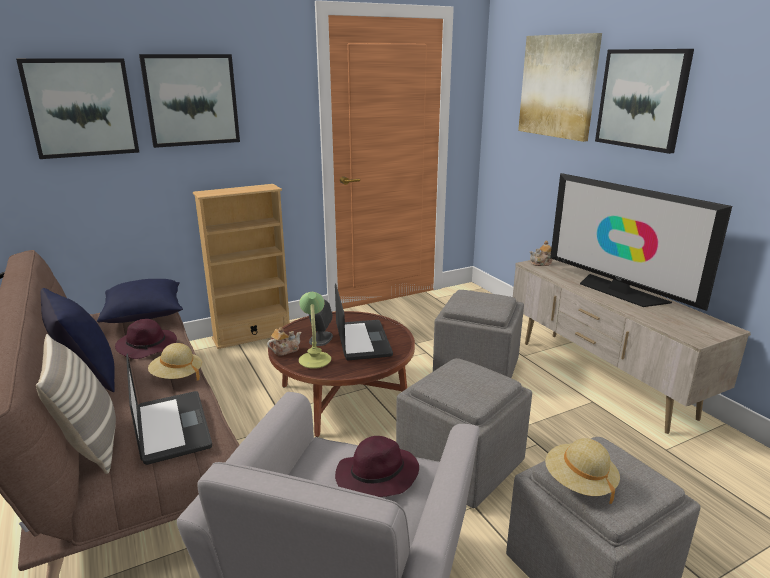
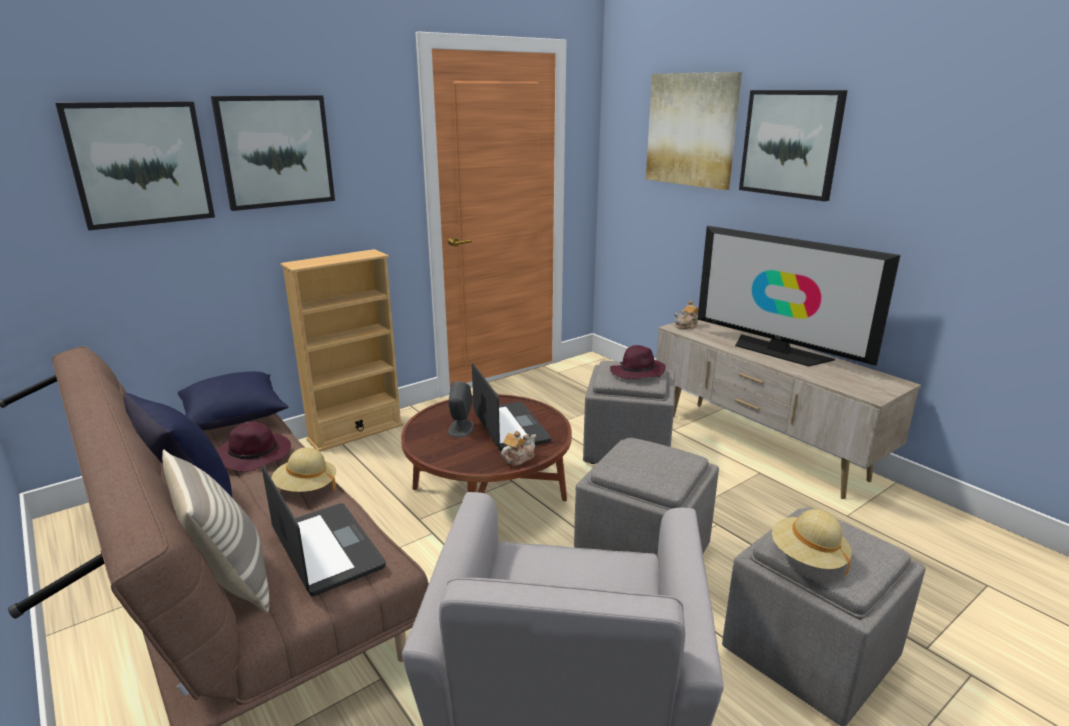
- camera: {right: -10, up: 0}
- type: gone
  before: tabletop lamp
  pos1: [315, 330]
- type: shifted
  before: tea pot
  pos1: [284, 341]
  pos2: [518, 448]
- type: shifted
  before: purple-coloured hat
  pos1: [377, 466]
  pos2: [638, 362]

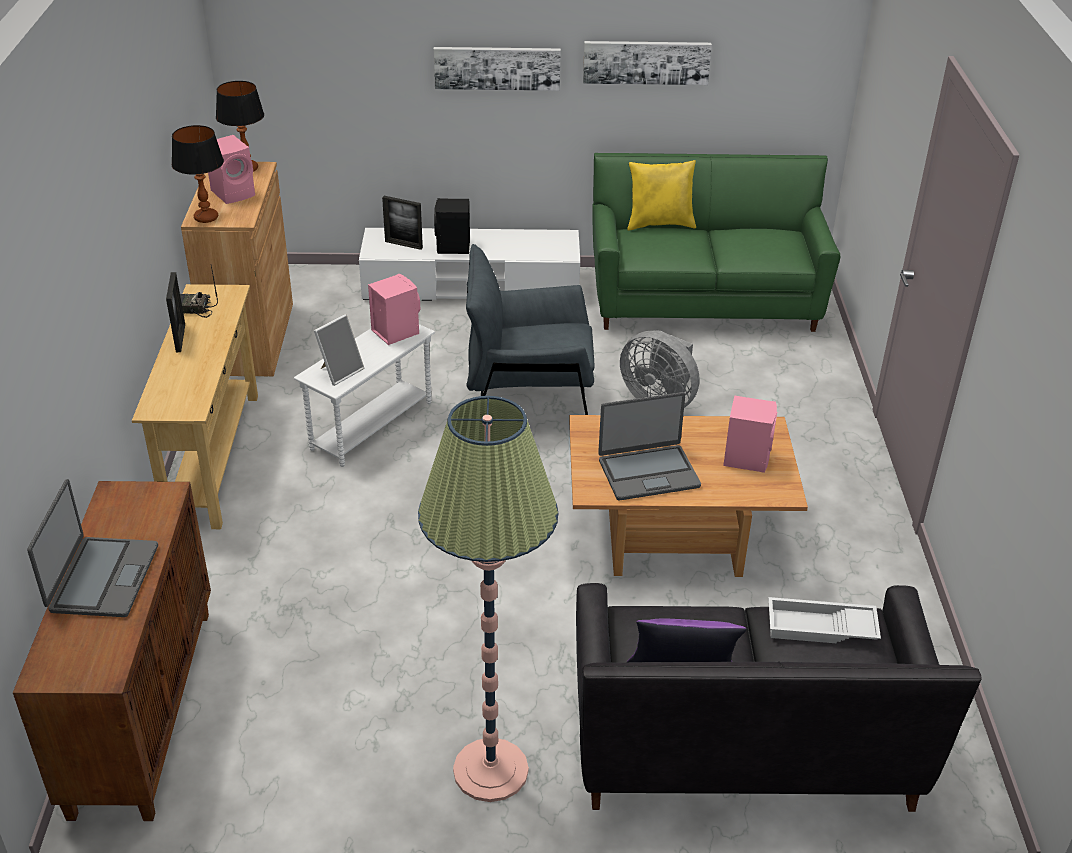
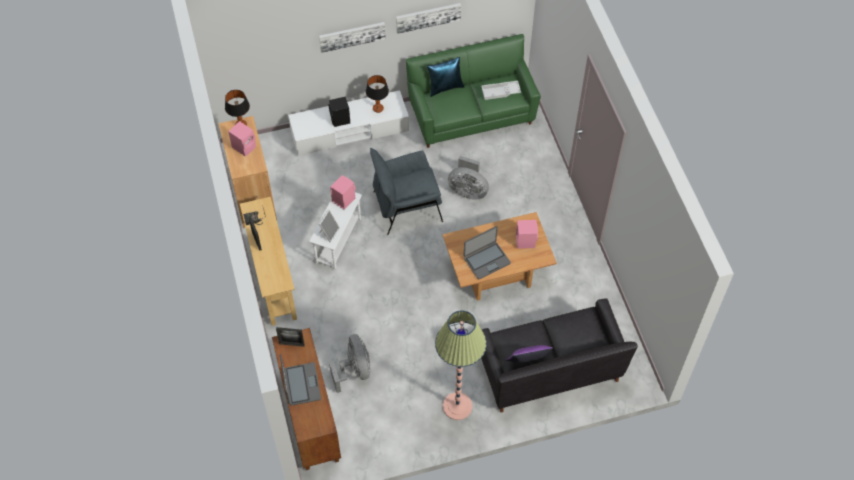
- camera: {right: -15, up: 20}
- type: new
  after: gray fan
  pos2: [349, 363]
- type: shifted
  before: tabletop lamp
  pos1: [198, 174]
  pos2: [377, 94]
- type: shifted
  before: photo frame
  pos1: [402, 223]
  pos2: [290, 337]
- type: shifted
  before: whitish carrying tray
  pos1: [824, 620]
  pos2: [501, 90]
- type: repainted
  before: yellowish throw pillow
  after: blue-coloured throw pillow
  pos1: [661, 195]
  pos2: [445, 77]

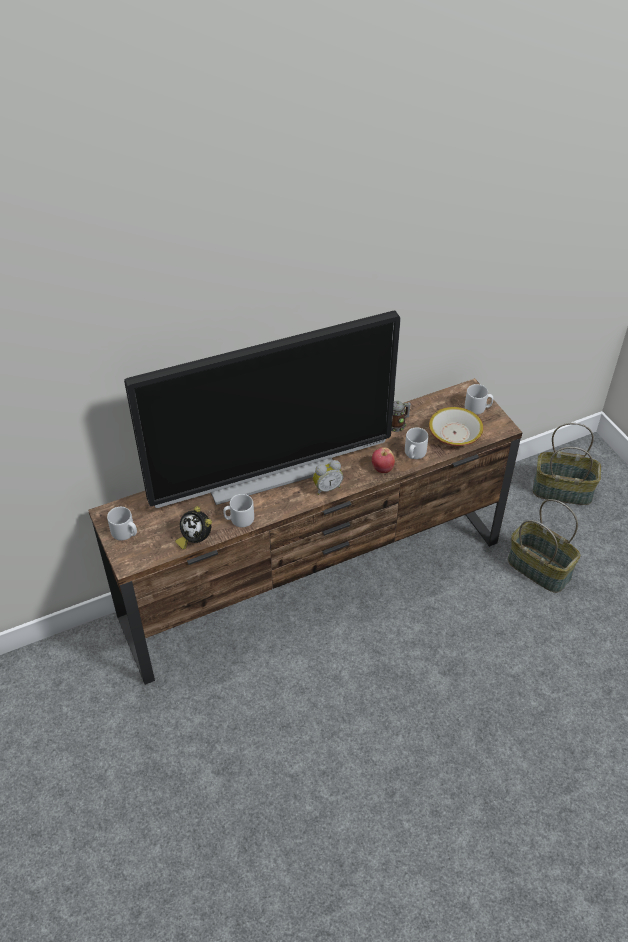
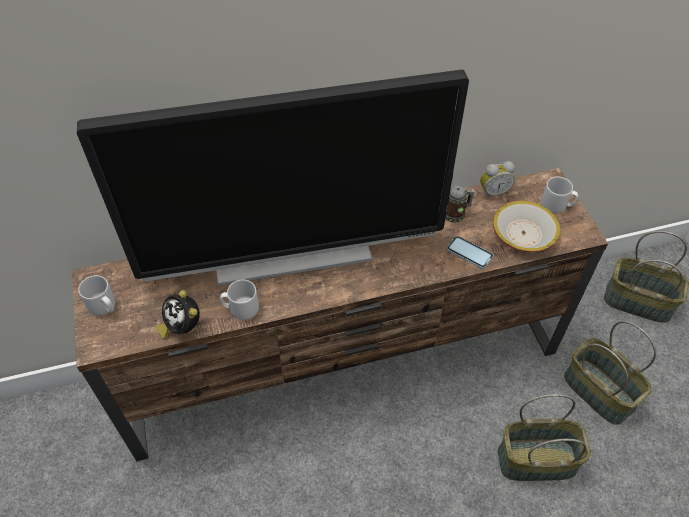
- camera: {right: 10, up: 5}
- type: gone
  before: apple fruit
  pos1: [383, 460]
- type: new
  after: storage basket
  pos2: [544, 437]
- type: shifted
  before: alarm clock
  pos1: [328, 477]
  pos2: [497, 179]
- type: swapped
  before: gray tea mug
  after: telephone
  pos1: [416, 443]
  pos2: [470, 252]

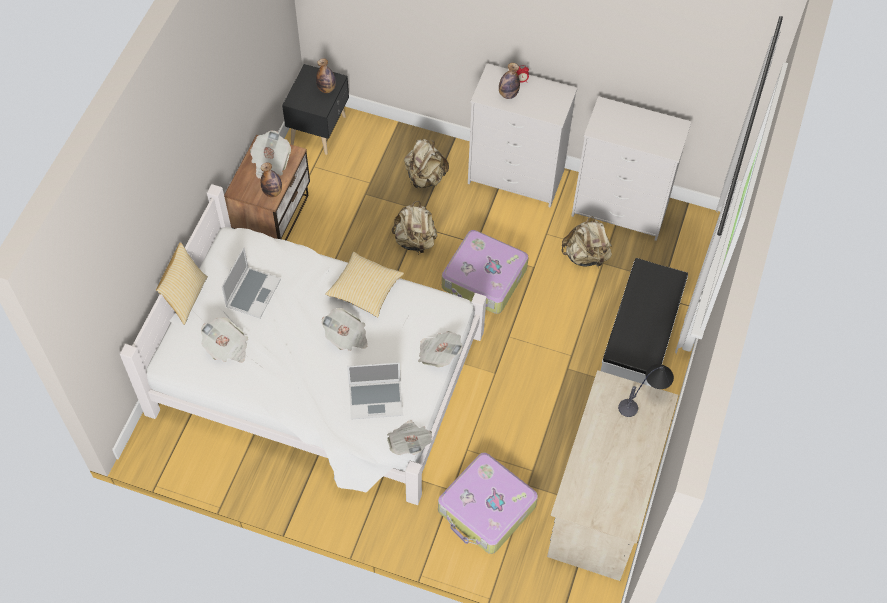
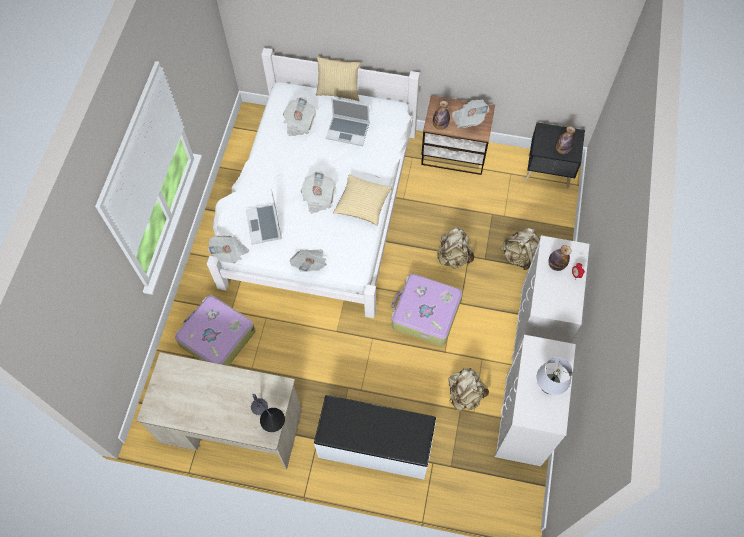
- camera: {right: 85, up: 5}
- type: new
  after: gray tabletop lamp
  pos2: [554, 376]

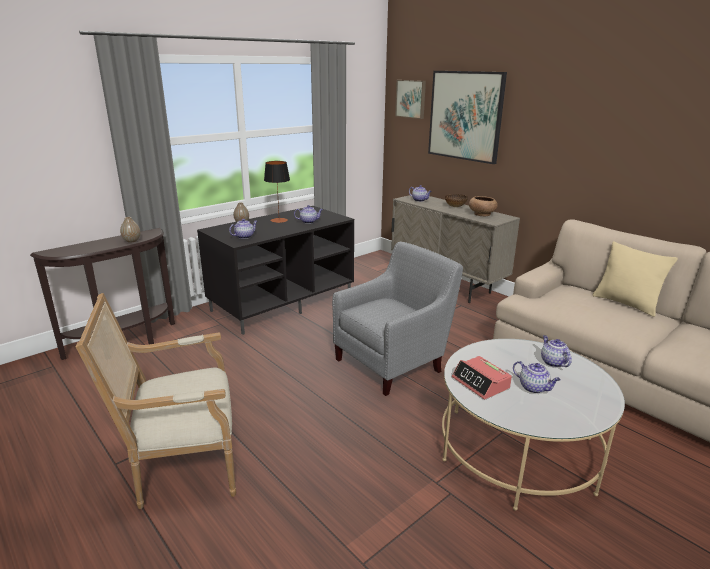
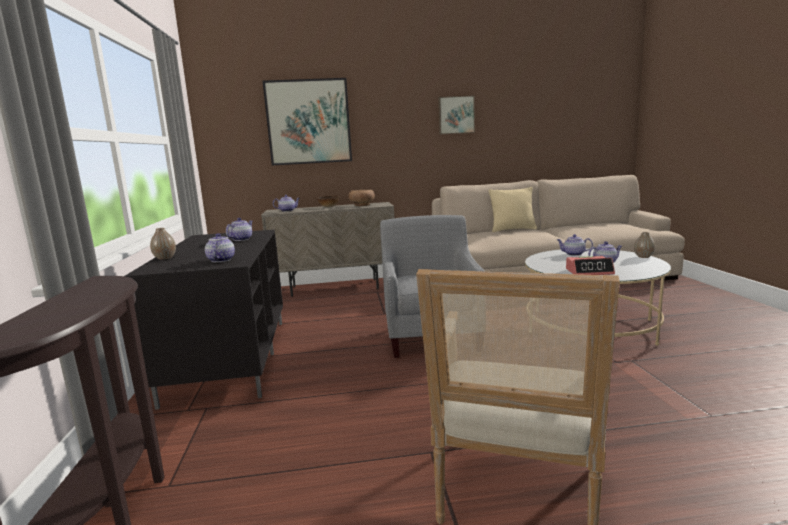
- camera: {right: -55, up: -10}
- type: gone
  before: tabletop lamp
  pos1: [277, 192]
- type: shifted
  before: decorative vase
  pos1: [130, 230]
  pos2: [644, 245]
- type: shifted
  before: wall art
  pos1: [410, 99]
  pos2: [456, 115]

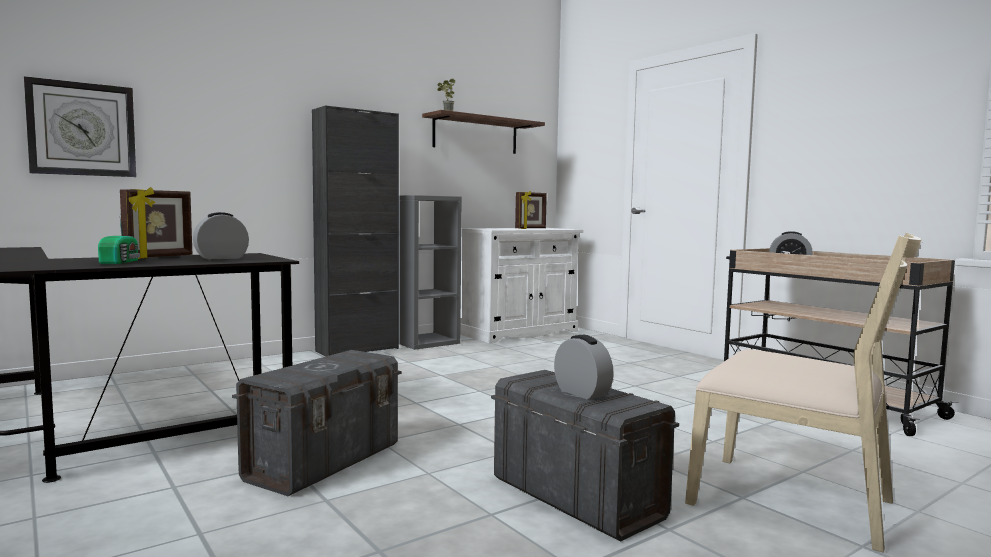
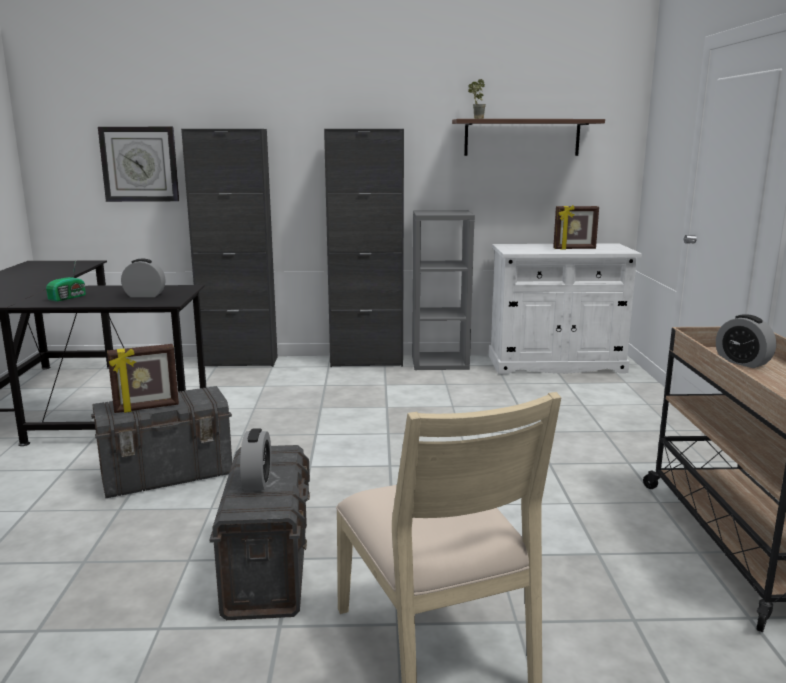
- camera: {right: 35, up: 10}
- type: new
  after: black cabinet
  pos2: [229, 248]
- type: shifted
  before: photo frame
  pos1: [156, 223]
  pos2: [143, 378]

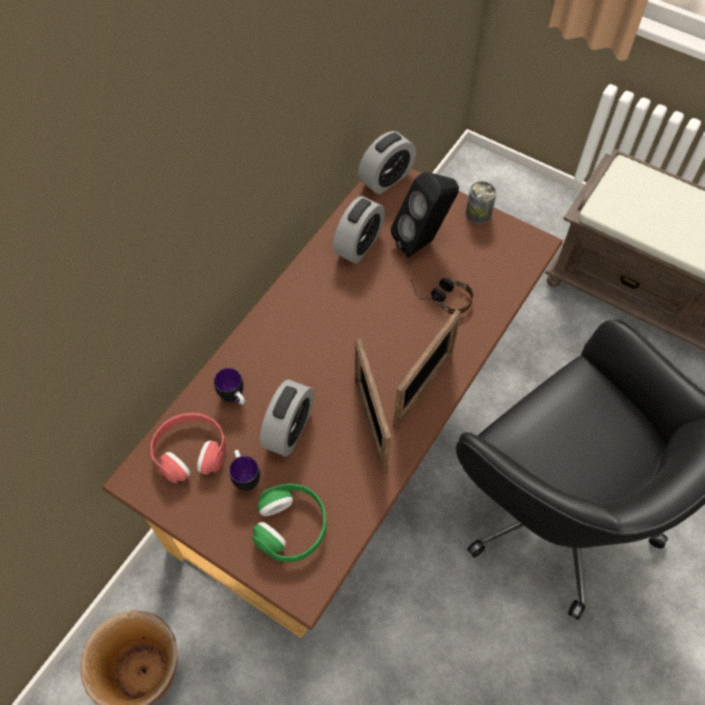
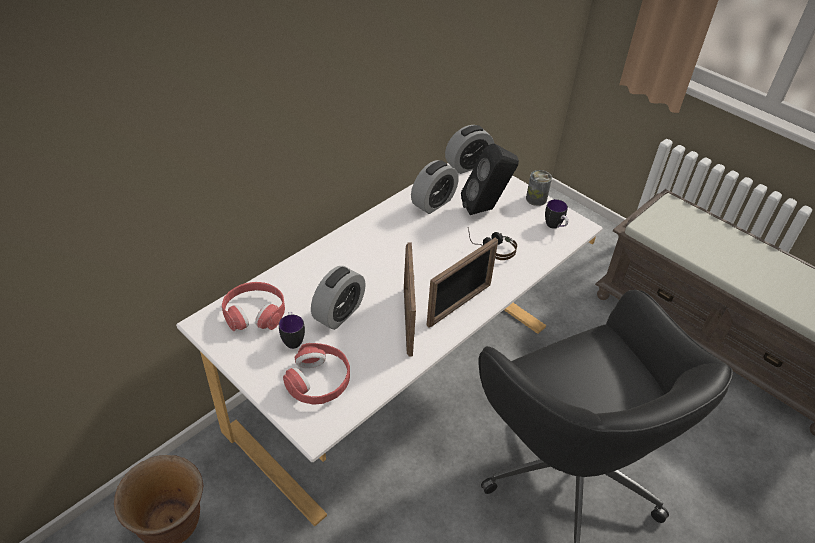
- camera: {right: 10, up: -15}
- type: shifted
  before: tea mug
  pos1: [229, 386]
  pos2: [556, 214]
- type: repainted
  before: brown-coloured desk unit
  after: whitish desk unit
  pos1: [332, 403]
  pos2: [389, 344]
- type: repainted
  before: greenish pair of headphones
  after: red pair of headphones
  pos1: [289, 522]
  pos2: [316, 374]

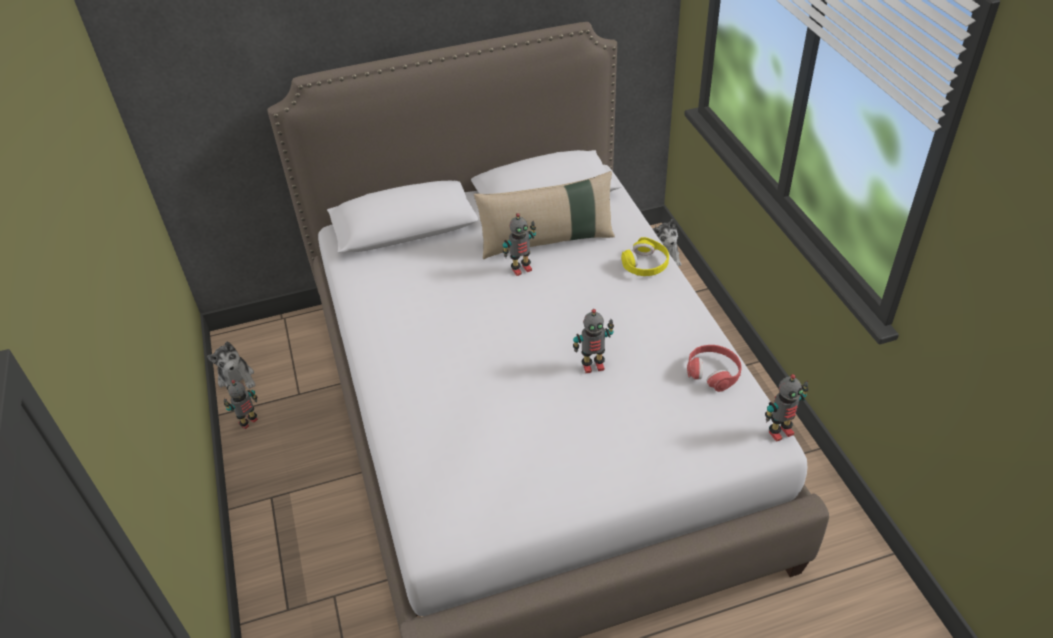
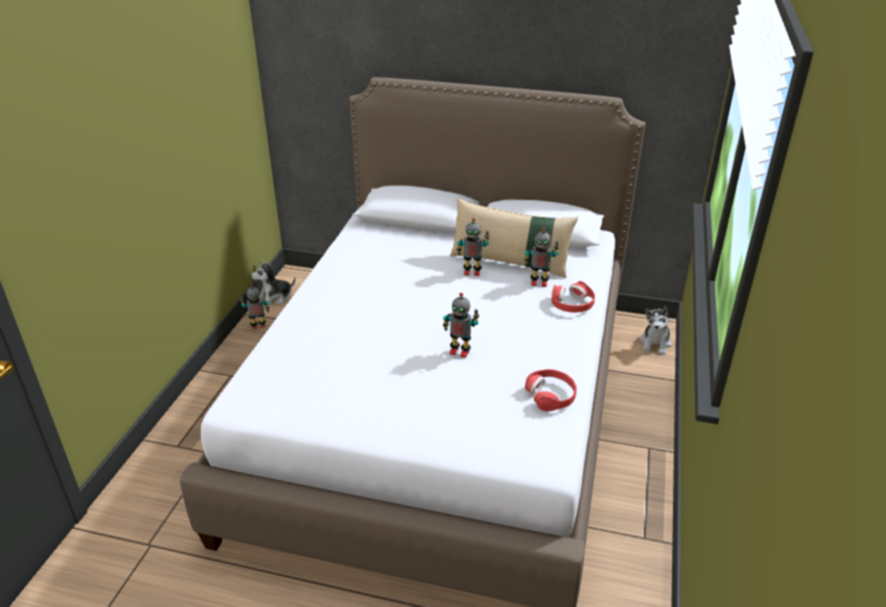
- camera: {right: 30, up: -10}
- type: shifted
  before: model robot
  pos1: [786, 408]
  pos2: [542, 257]
- type: repainted
  before: yellowish pair of headphones
  after: red pair of headphones
  pos1: [645, 256]
  pos2: [573, 296]
- type: rotated
  before: plush toy
  pos1: [231, 365]
  pos2: [273, 283]
  turn: 60

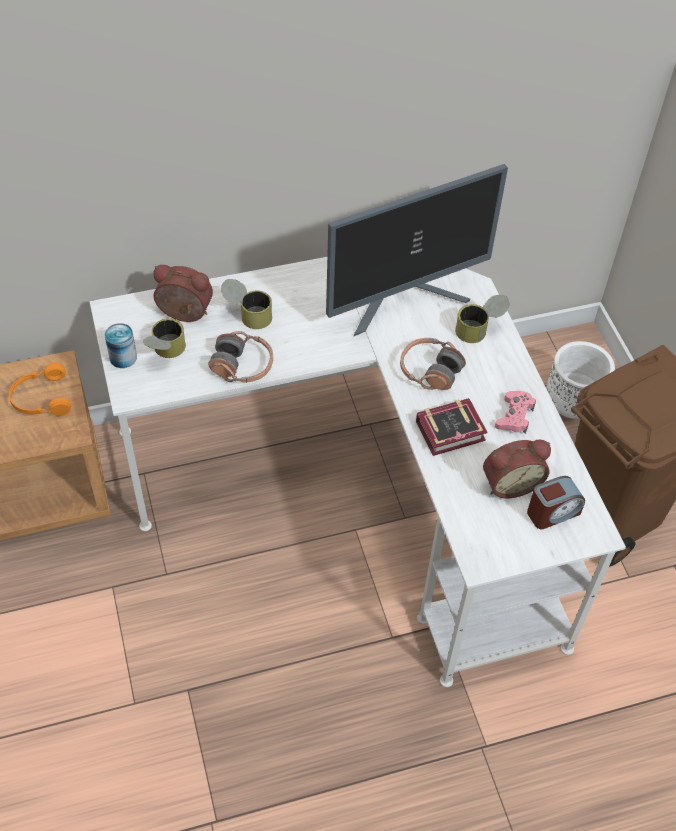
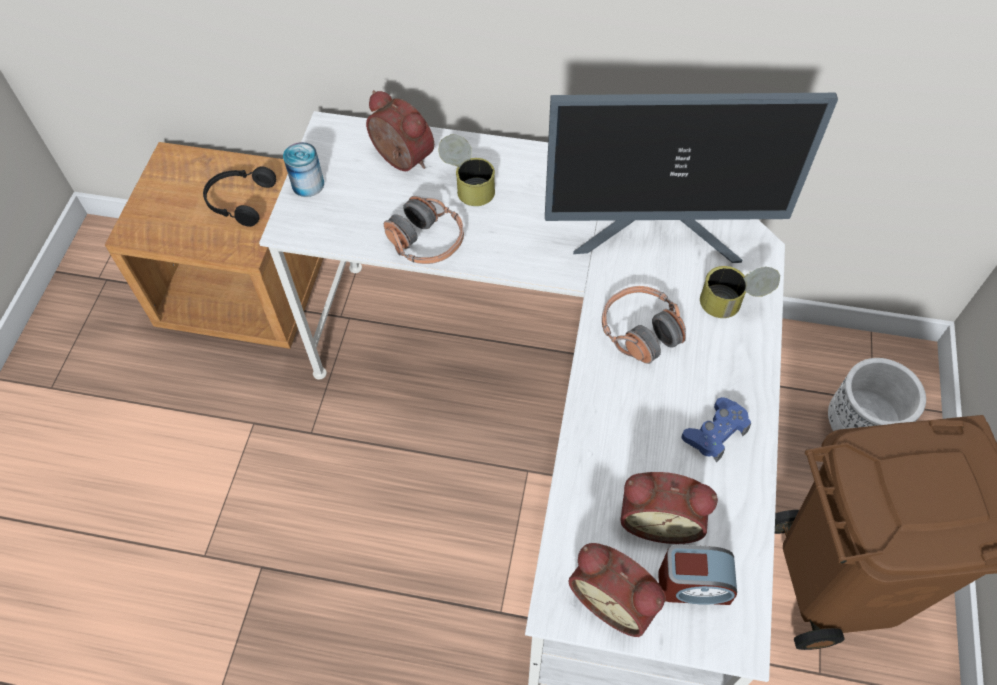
- camera: {right: 30, up: 5}
- type: gone
  before: metal can
  pos1: [164, 338]
- type: gone
  before: volume
  pos1: [451, 427]
- type: new
  after: alarm clock
  pos2: [617, 590]
- type: repainted
  before: orangey pair of headphones
  after: black pair of headphones
  pos1: [40, 389]
  pos2: [239, 197]
- type: repainted
  before: pink game controller
  after: blue-coloured game controller
  pos1: [515, 412]
  pos2: [716, 429]

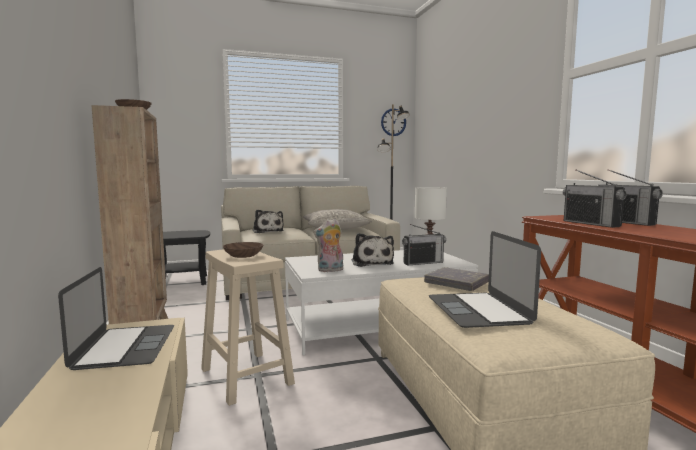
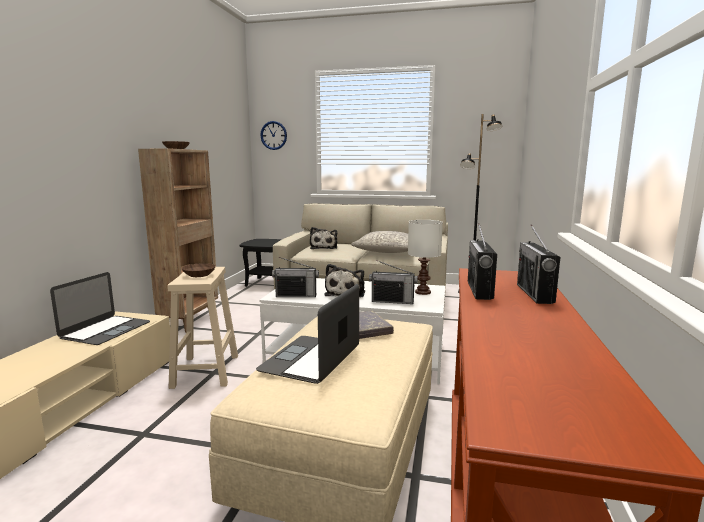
- camera: {right: 30, up: 5}
- type: shifted
  before: wall clock
  pos1: [393, 122]
  pos2: [273, 135]
- type: swapped
  before: plush toy
  after: radio
  pos1: [328, 245]
  pos2: [295, 277]

